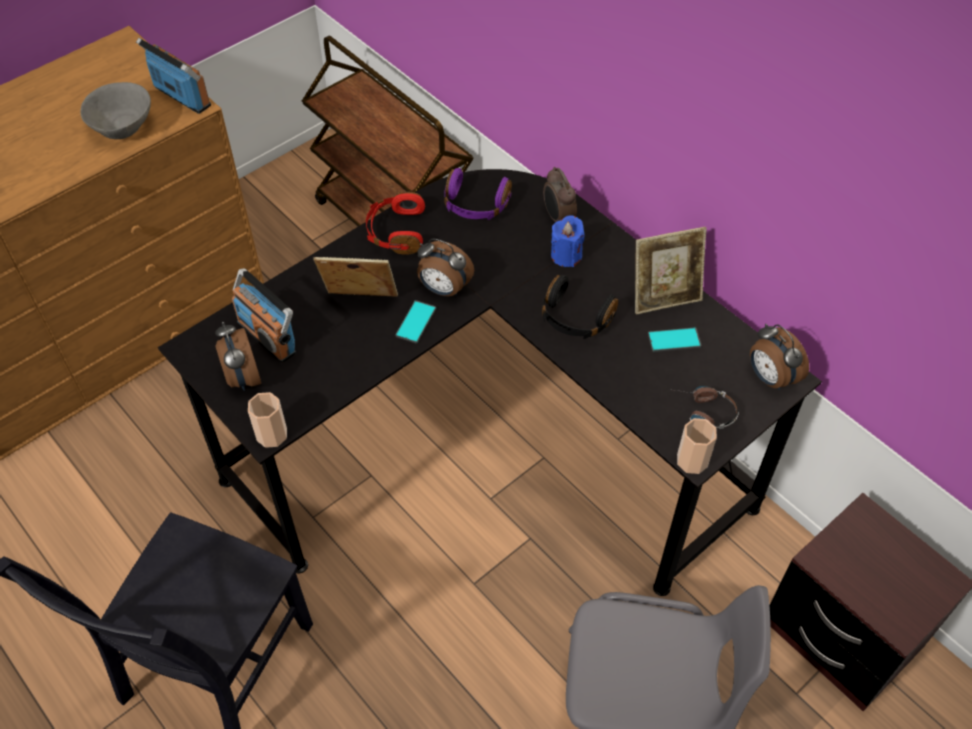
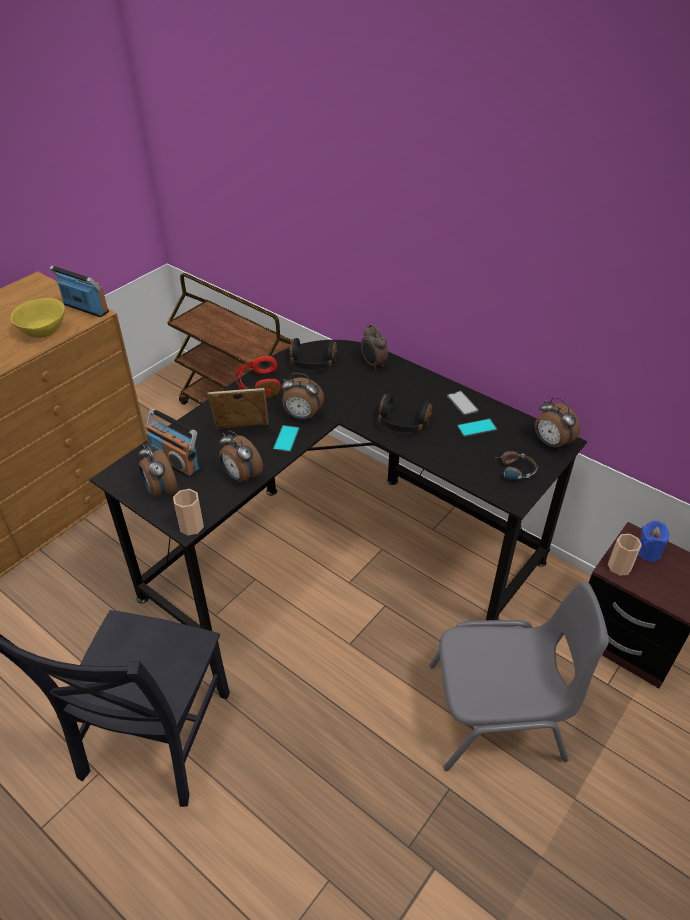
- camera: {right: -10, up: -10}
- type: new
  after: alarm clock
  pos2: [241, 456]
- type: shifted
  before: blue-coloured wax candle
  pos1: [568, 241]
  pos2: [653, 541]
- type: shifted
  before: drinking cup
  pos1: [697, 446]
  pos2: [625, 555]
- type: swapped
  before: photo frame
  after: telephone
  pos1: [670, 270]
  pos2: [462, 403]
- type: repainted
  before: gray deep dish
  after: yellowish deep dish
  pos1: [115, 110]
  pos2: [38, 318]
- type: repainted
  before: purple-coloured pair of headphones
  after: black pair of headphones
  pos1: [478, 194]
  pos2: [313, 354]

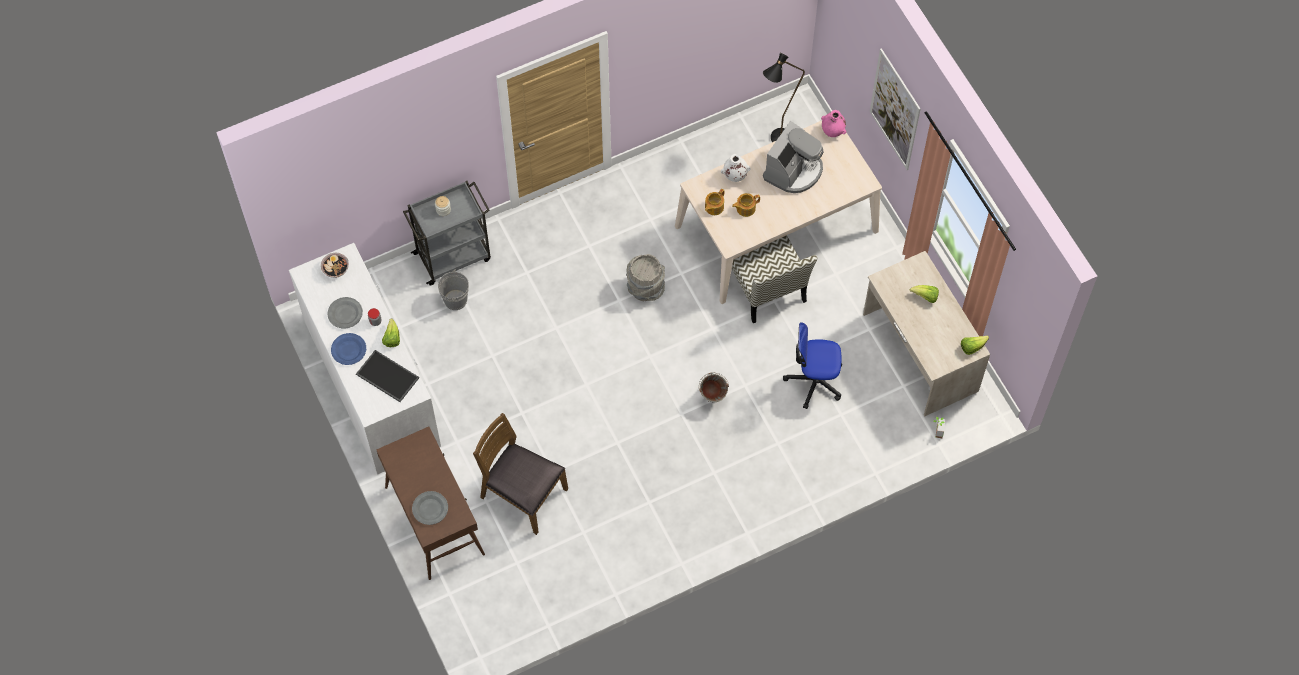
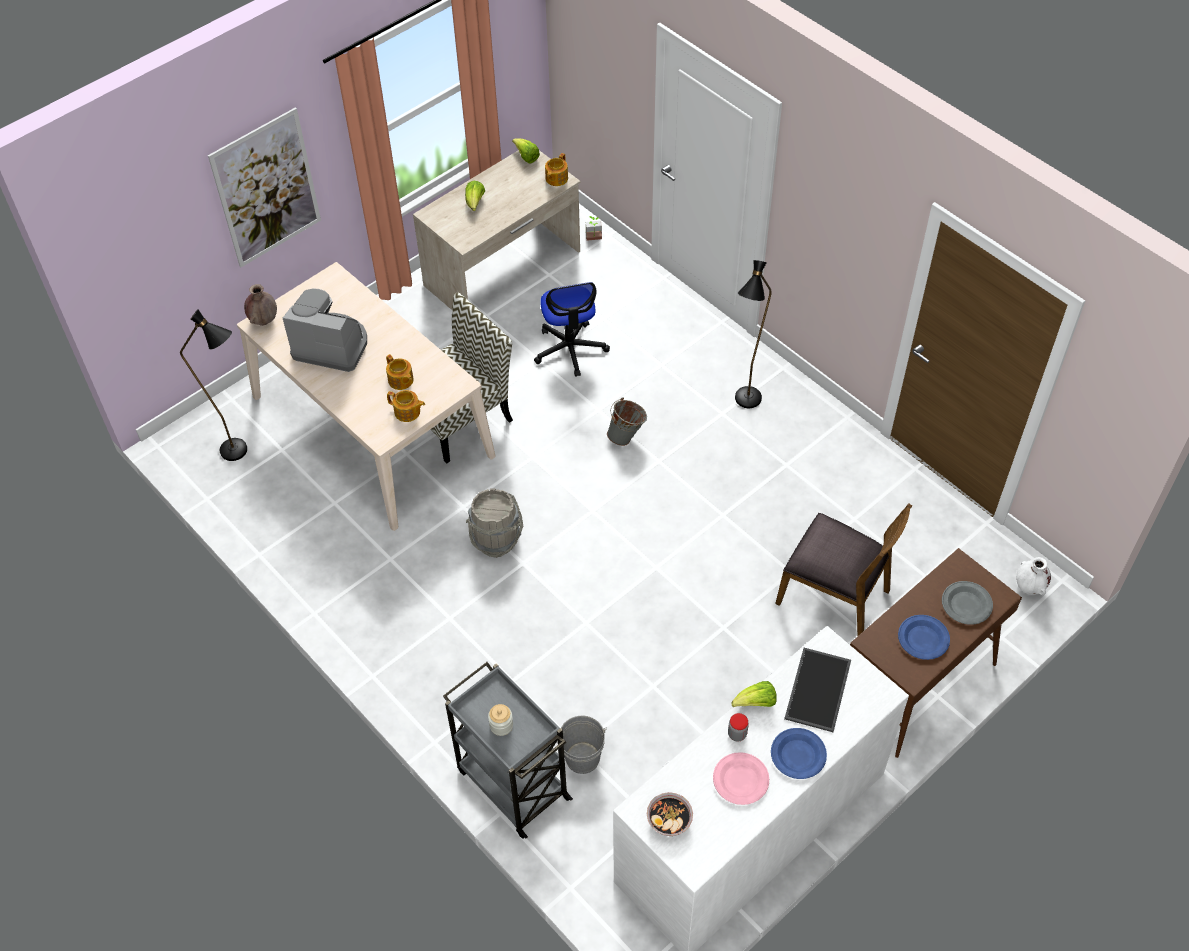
- camera: {right: -105, up: -10}
- type: new
  after: tea pot
  pos2: [556, 169]
- type: new
  after: black standing lamp
  pos2: [753, 334]
- type: new
  after: blue-coloured dinner plate
  pos2: [924, 637]
- type: shifted
  before: whitish decorative vase
  pos1: [736, 168]
  pos2: [1033, 576]
- type: repainted
  before: gray dinner plate
  after: pink dinner plate
  pos1: [345, 312]
  pos2: [741, 778]
- type: repainted
  before: pink decorative vase
  after: brown-coloured decorative vase
  pos1: [833, 123]
  pos2: [260, 305]
- type: rotated
  before: brown-coloured upright chair
  pos1: [520, 474]
  pos2: [843, 569]
  turn: -75

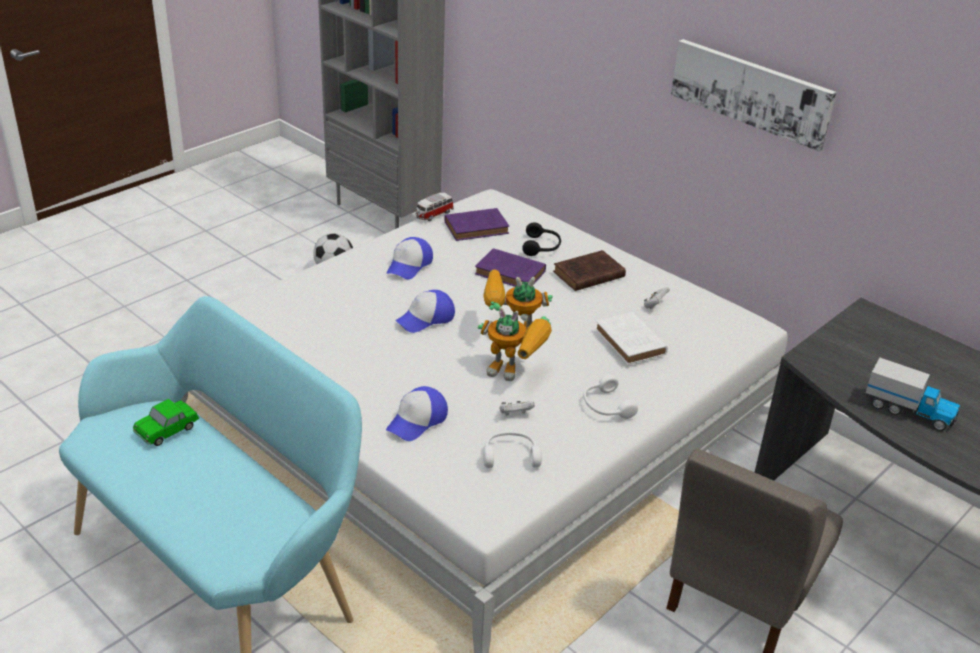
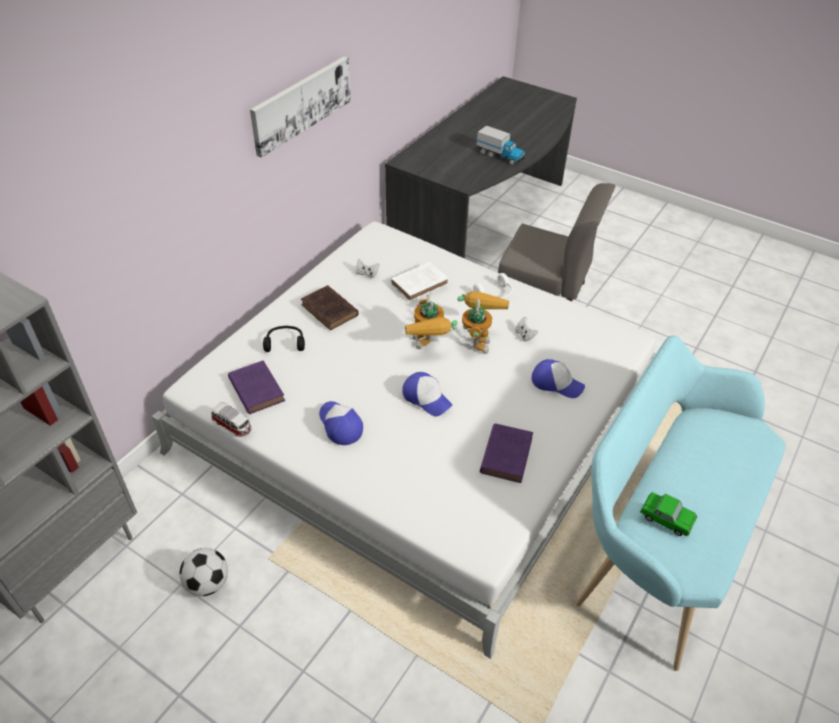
- camera: {right: -100, up: 10}
- type: gone
  before: whitish pair of headphones
  pos1: [512, 449]
- type: shifted
  before: purple-coloured volume
  pos1: [510, 267]
  pos2: [506, 453]
- type: rotated
  before: peaked cap
  pos1: [410, 258]
  pos2: [341, 423]
  turn: -135
- type: rotated
  before: model truck
  pos1: [913, 394]
  pos2: [501, 145]
  turn: 105

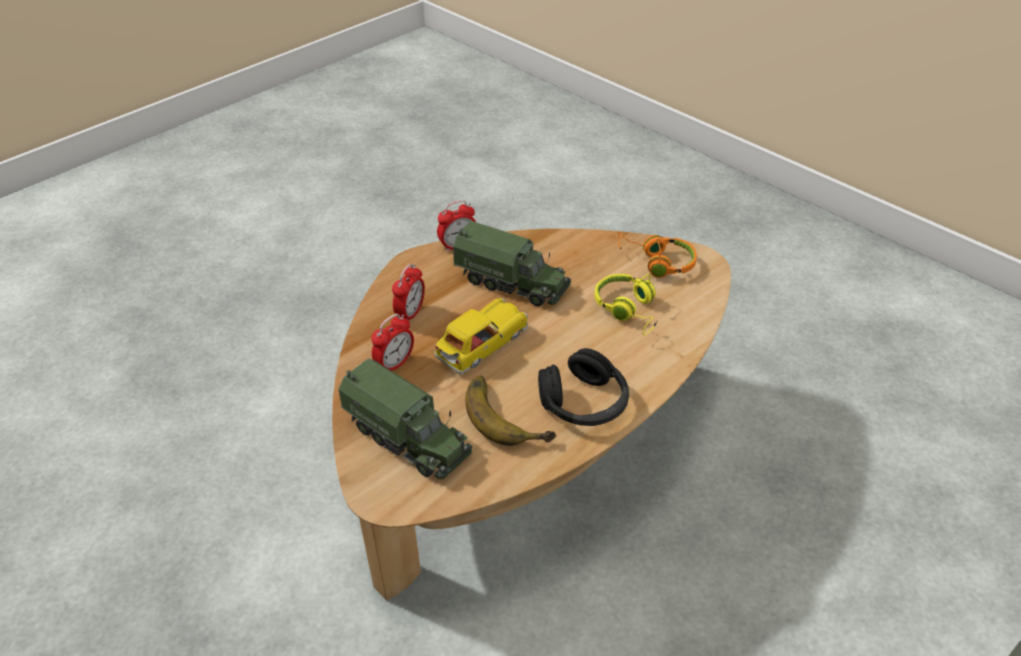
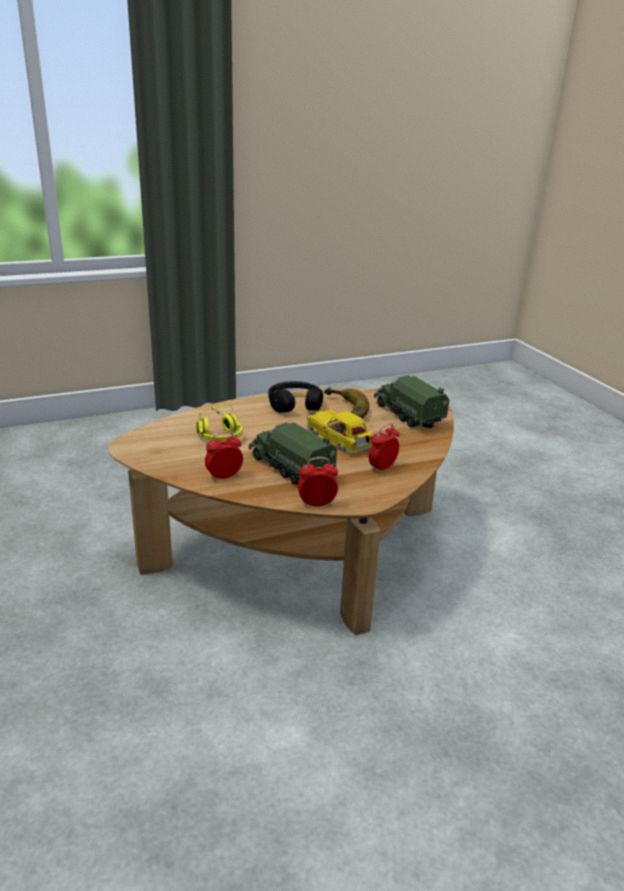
- camera: {right: -160, up: -15}
- type: gone
  before: orangey pair of headphones
  pos1: [657, 254]
- type: shifted
  before: alarm clock
  pos1: [392, 342]
  pos2: [224, 456]
- type: rotated
  before: toy car
  pos1: [481, 336]
  pos2: [340, 431]
  turn: 75

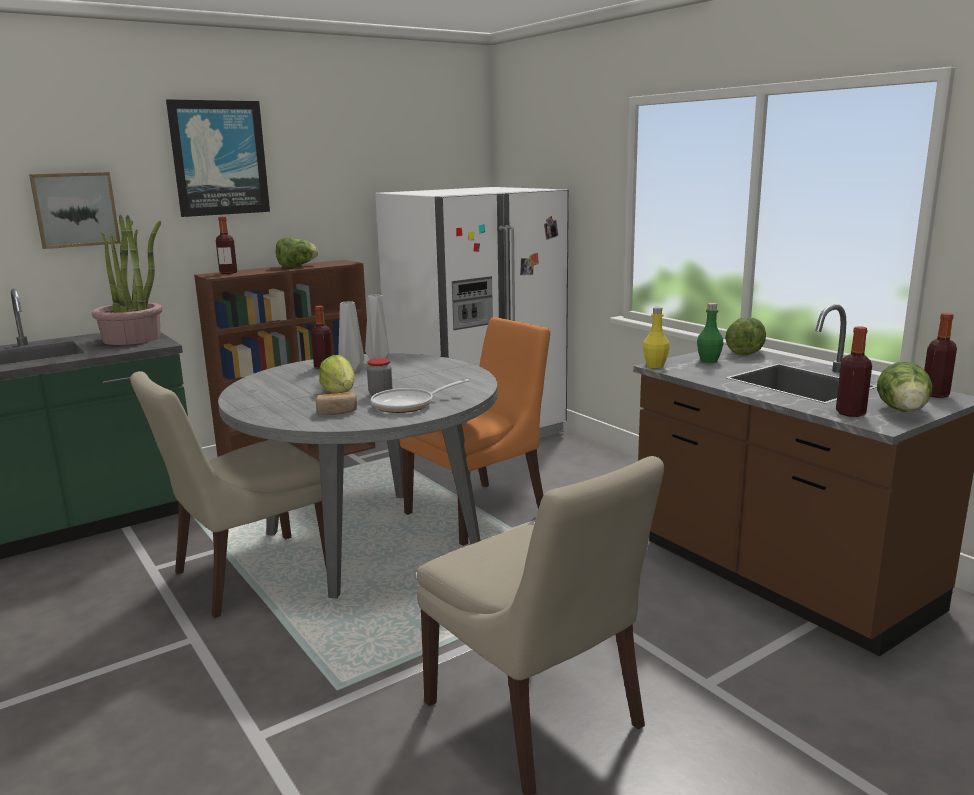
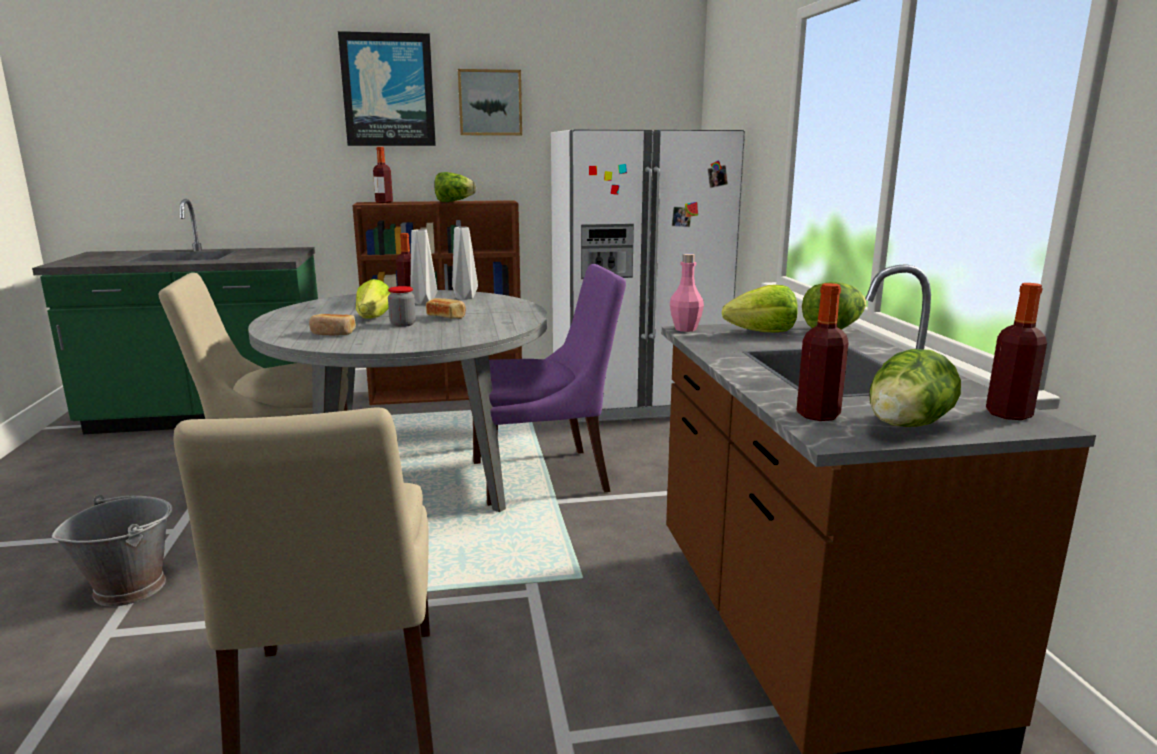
- camera: {right: 25, up: 0}
- type: gone
  before: plant in a pot
  pos1: [127, 280]
- type: gone
  before: frying pan
  pos1: [420, 396]
- type: new
  after: gray pail
  pos2: [112, 550]
- type: new
  after: bread
  pos2: [446, 308]
- type: shifted
  before: wall art
  pos1: [75, 210]
  pos2: [490, 102]
- type: swapped
  before: greenish beverage bottle
  after: lettuce
  pos1: [710, 333]
  pos2: [760, 308]
- type: repainted
  before: orangey upright chair
  after: purple-coloured upright chair
  pos1: [474, 431]
  pos2: [549, 385]
- type: repainted
  before: yellowish beverage bottle
  after: pink beverage bottle
  pos1: [656, 337]
  pos2: [687, 293]

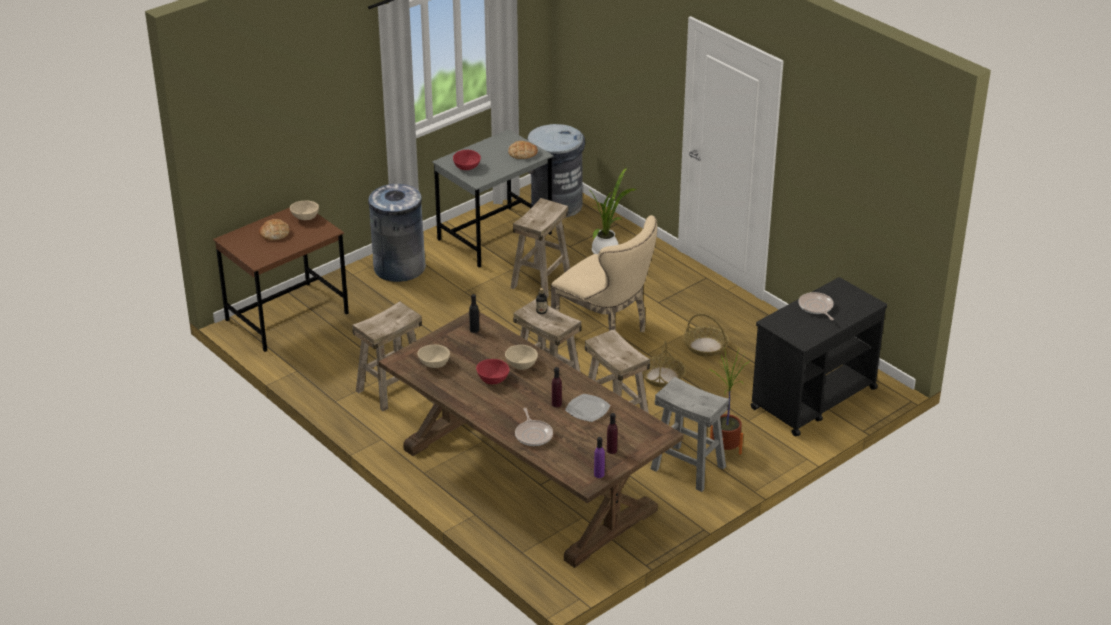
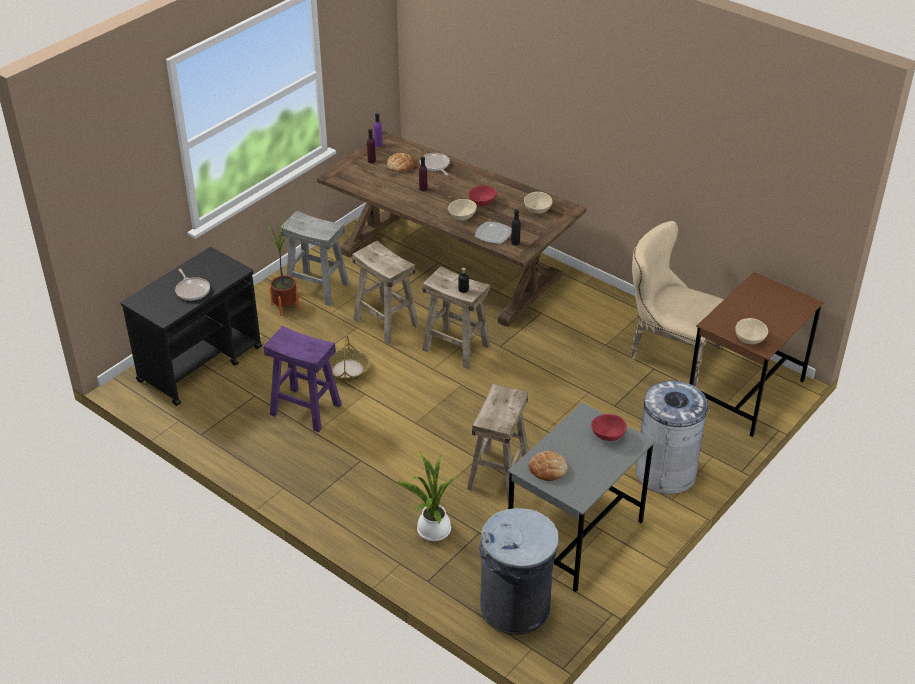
- camera: {right: 170, up: 5}
- type: gone
  before: sand-coloured sitting stool
  pos1: [387, 356]
- type: shifted
  before: bread
  pos1: [274, 230]
  pos2: [401, 162]
- type: shifted
  before: sand-coloured upright chair
  pos1: [604, 273]
  pos2: [677, 304]
- type: shifted
  before: dinner plate
  pos1: [587, 408]
  pos2: [493, 233]
- type: swapped
  before: storage basket
  after: purple-coloured sitting stool
  pos1: [706, 335]
  pos2: [303, 379]

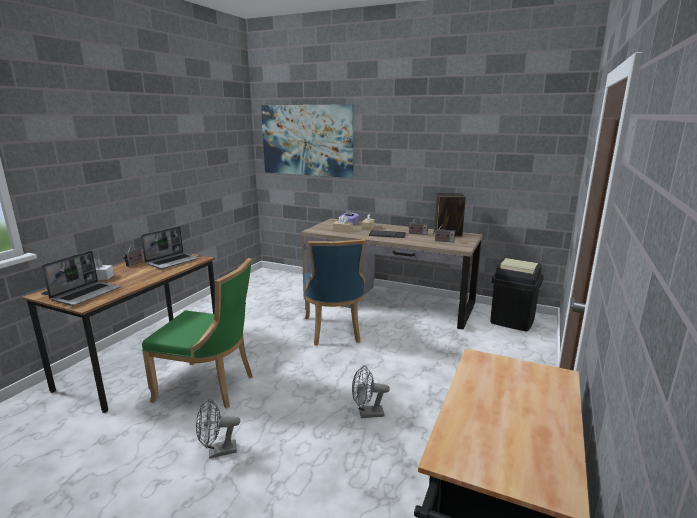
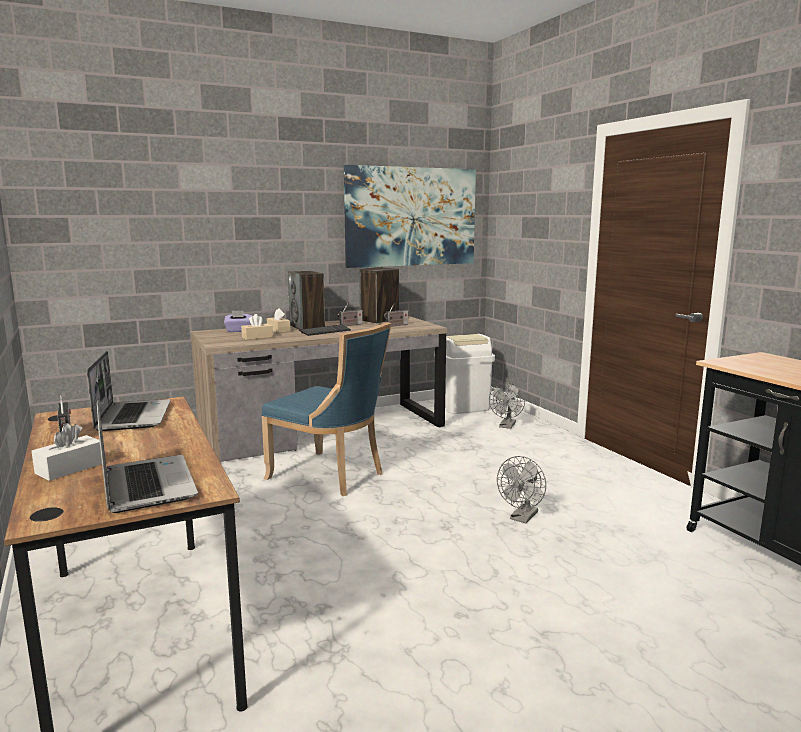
- camera: {right: -50, up: -5}
- type: gone
  before: greenish upright chair
  pos1: [197, 333]
- type: new
  after: audio speaker
  pos2: [306, 300]
- type: shifted
  before: gray fan
  pos1: [218, 428]
  pos2: [507, 405]
- type: shifted
  before: wall art
  pos1: [307, 141]
  pos2: [410, 216]
- type: repainted
  before: black waste bin
  after: whitish waste bin
  pos1: [517, 295]
  pos2: [470, 374]

